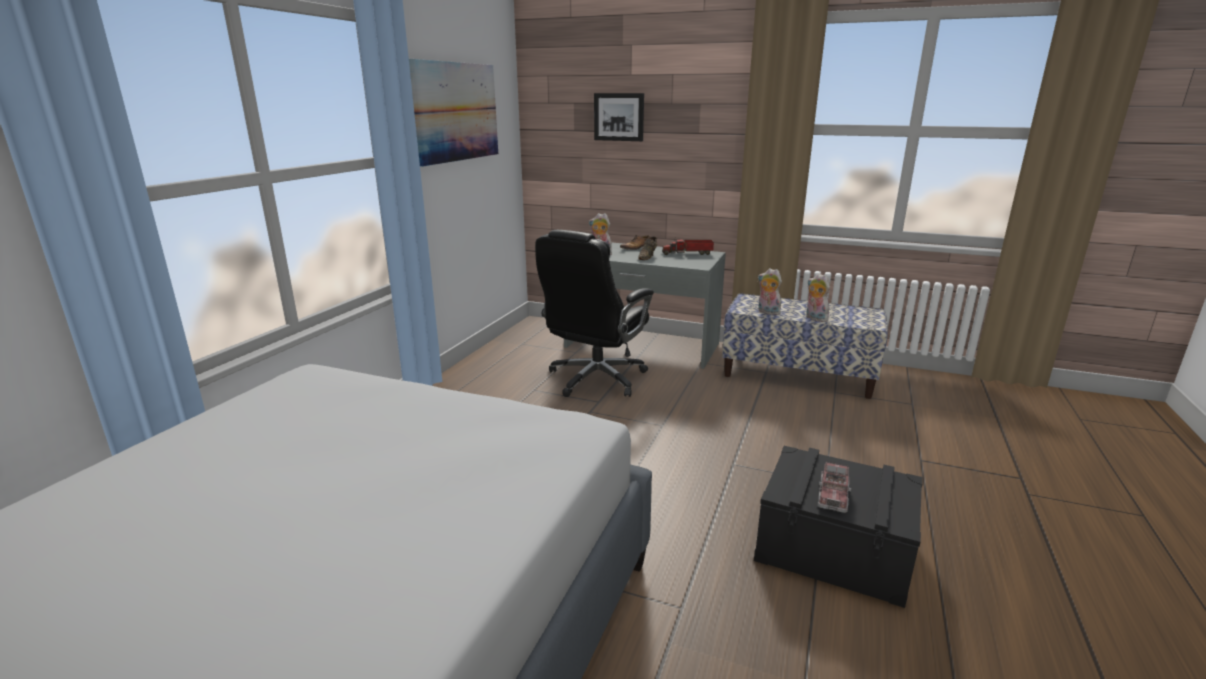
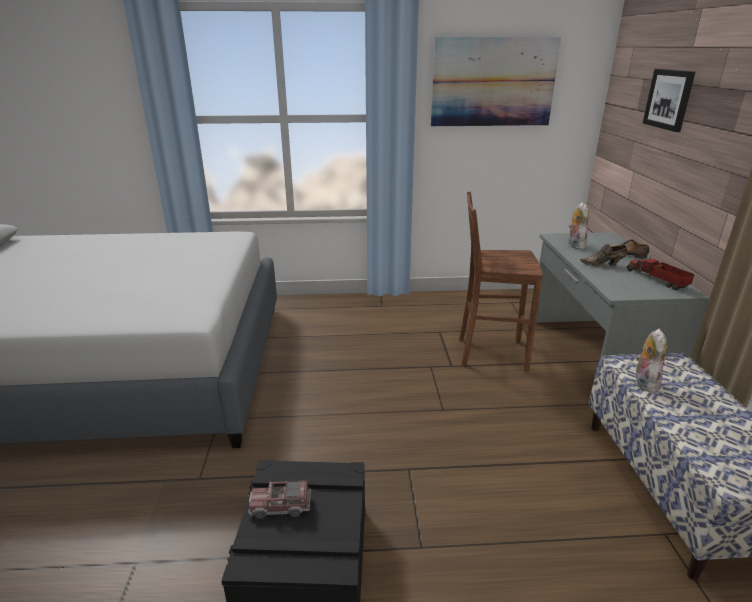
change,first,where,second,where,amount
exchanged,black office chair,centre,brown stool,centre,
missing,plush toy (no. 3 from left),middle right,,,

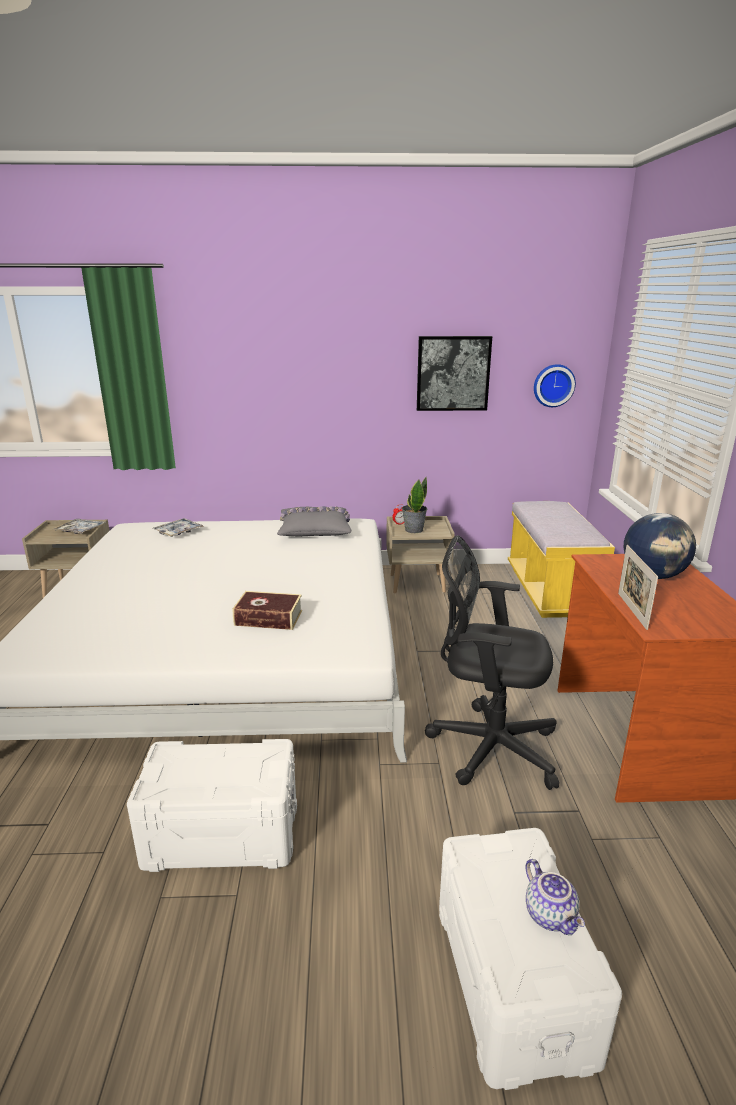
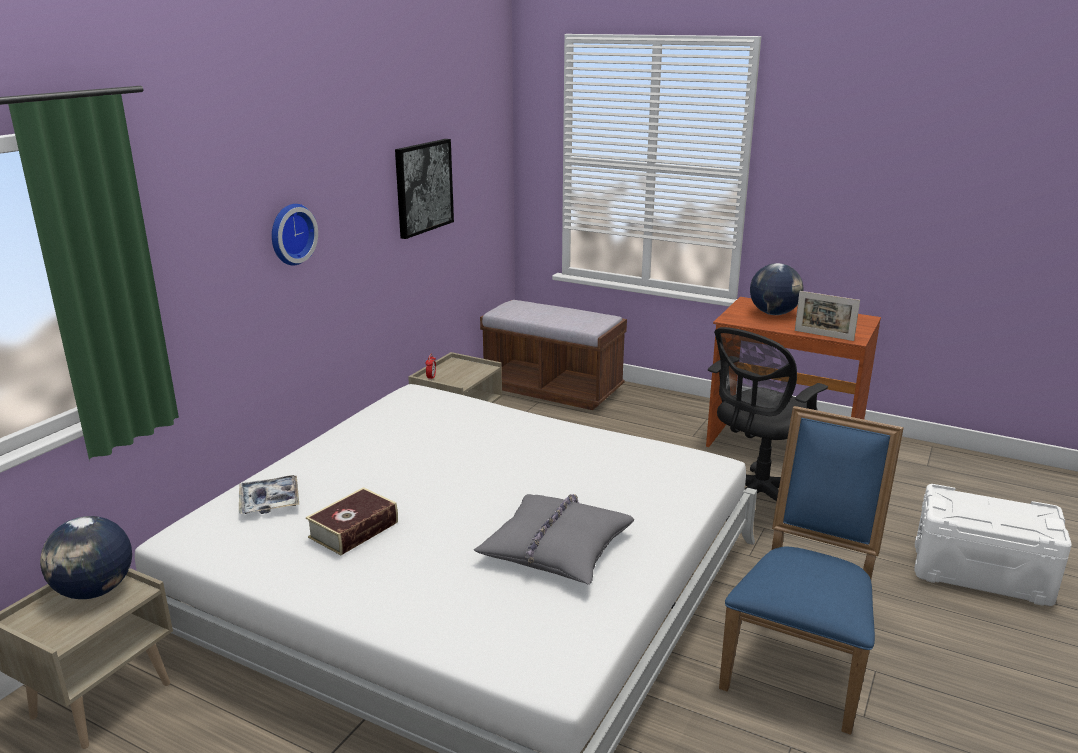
change,first,where,second,where,amount
relocated,wall clock,middle right,,top left,
missing,potted plant,centre,,,
colour,yellow bench,middle right,brown bench,centre,
relocated,grey pillow,centre,,bottom centre,
exchanged,tray (no. 1 from left),middle left,globe (no. 1 from left),bottom left,
relocated,book,centre,,bottom left,
exchanged,white storage box (no. 1 from left),bottom left,blue chair,bottom right,
missing,teapot,bottom right,,,

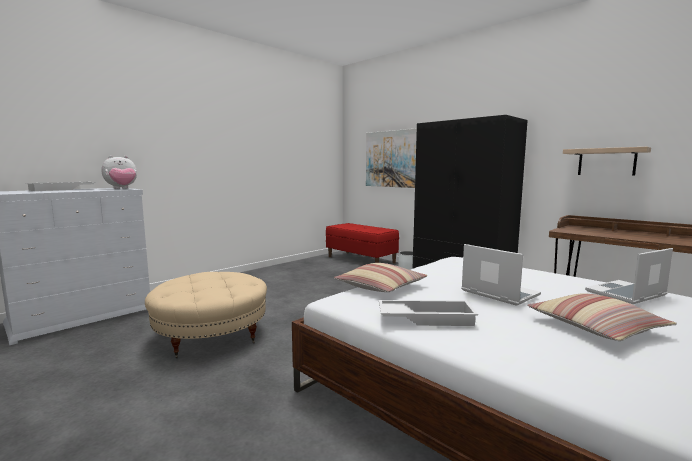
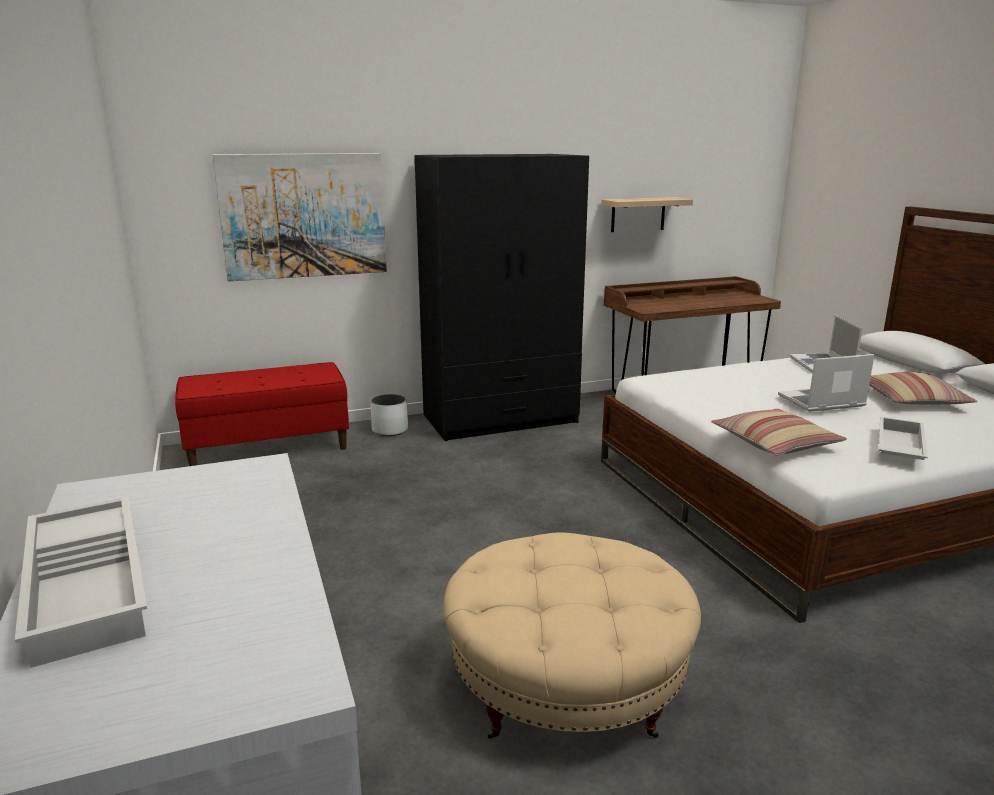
change,first,where,second,where,amount
missing,plush toy,middle left,,,

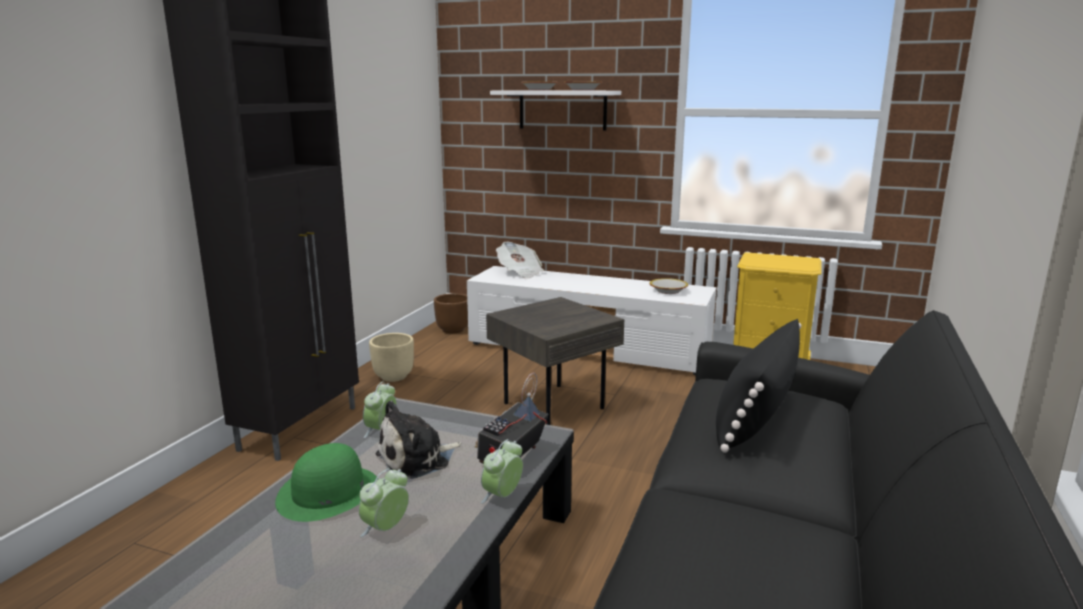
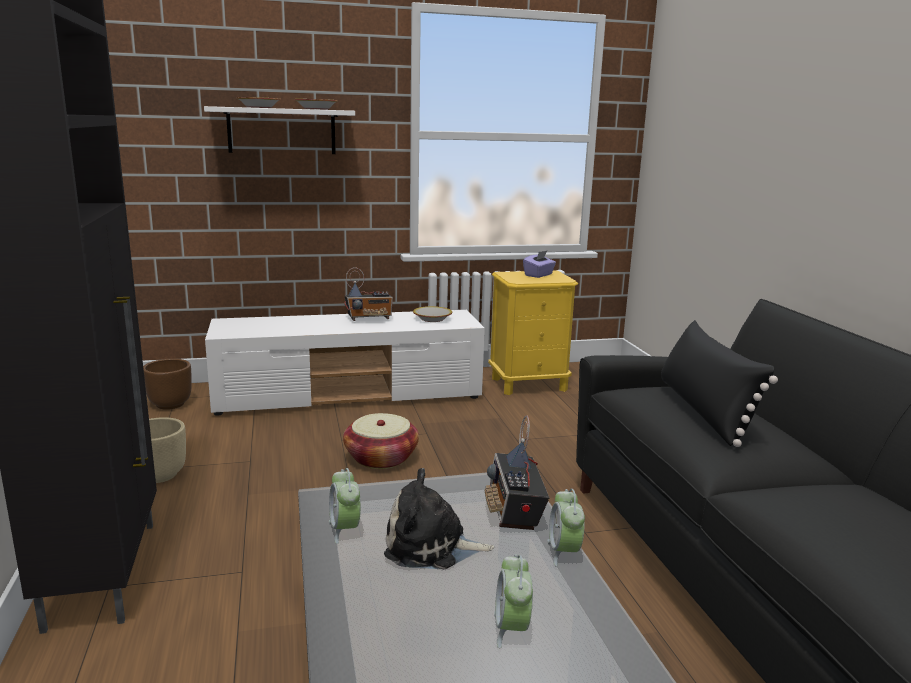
change,first,where,second,where,amount
missing,newspaper,centre,,,
exchanged,grey side table,centre,basket,centre,
spun,plush toy,bottom centre,,bottom centre,75 degrees clockwise
missing,green hat,bottom left,,,
appeared,,,purple tissue box,centre,
appeared,,,radio (no. 1 from left),centre,

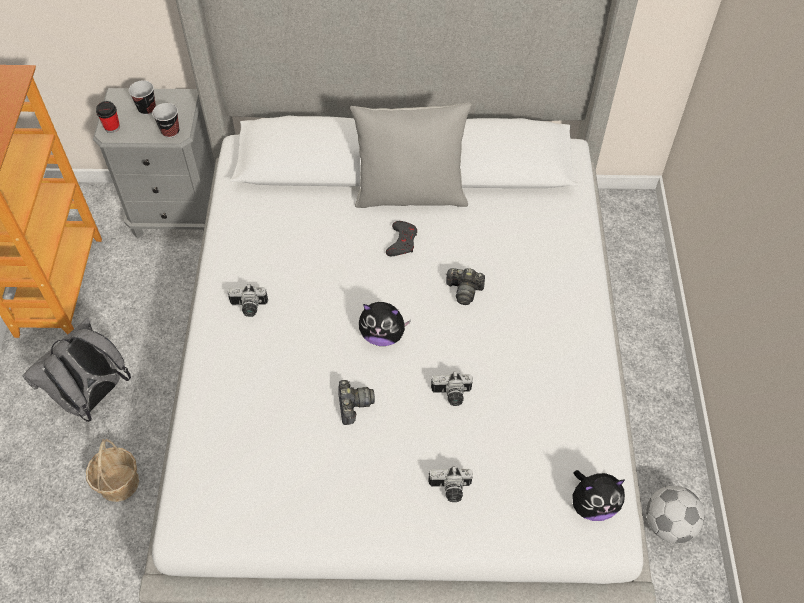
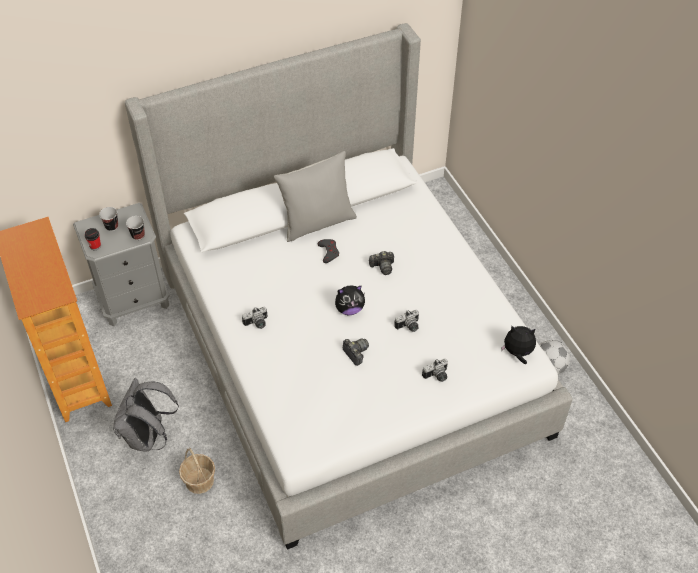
change,first,where,second,where,amount
spun,plush toy (no. 2 from left),bottom right,,middle right,135 degrees counterclockwise

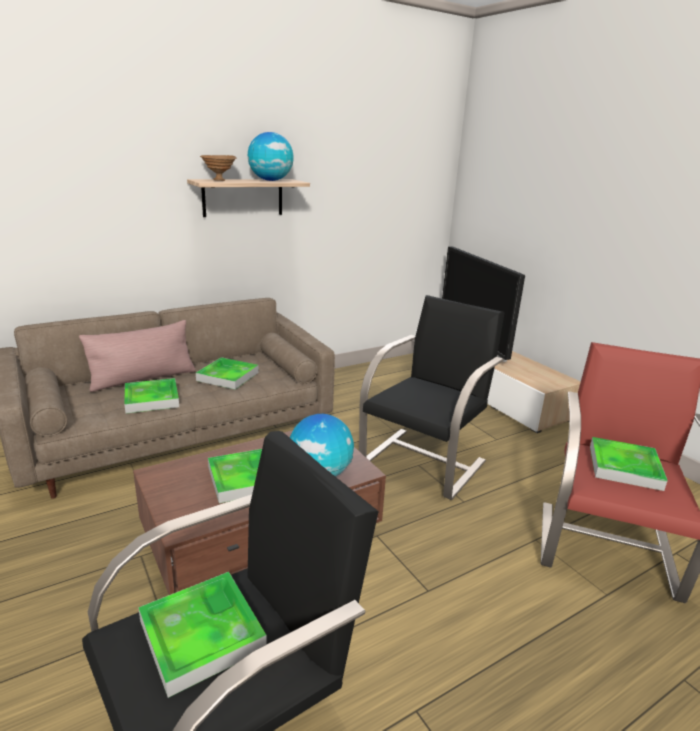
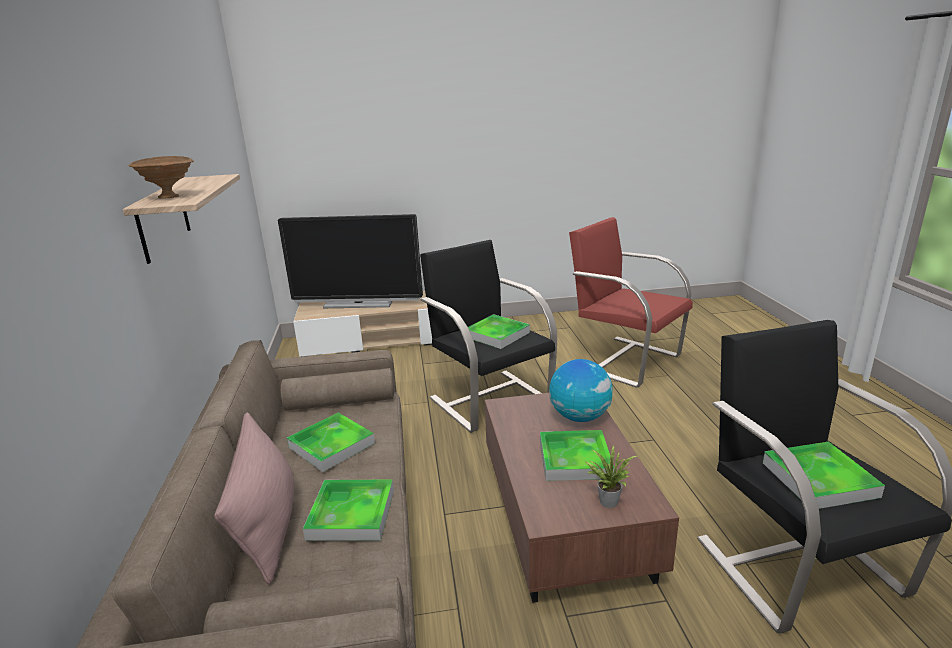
change,first,where,second,where,amount
missing,globe (no. 1 from left),top centre,,,
relocated,tray (no. 5 from left in the first image),middle right,tray (no. 3 from left),centre,
appeared,,,potted plant,bottom centre,

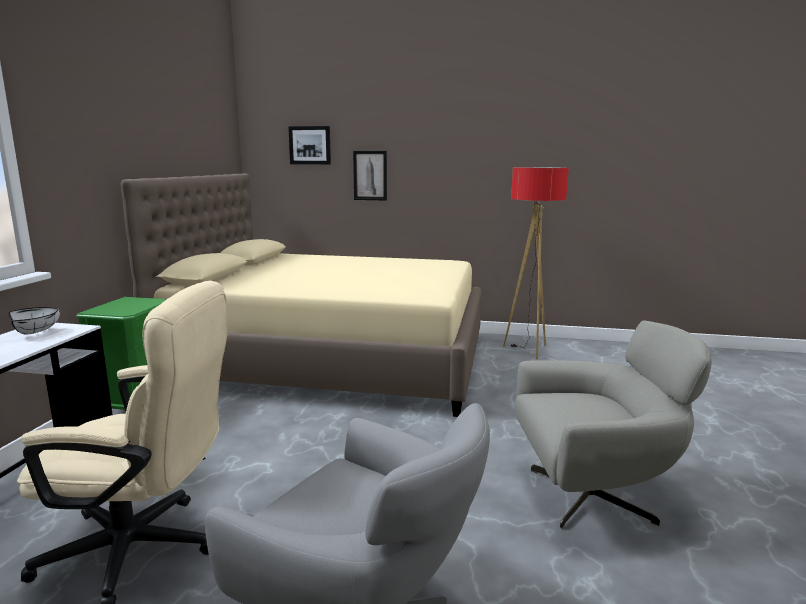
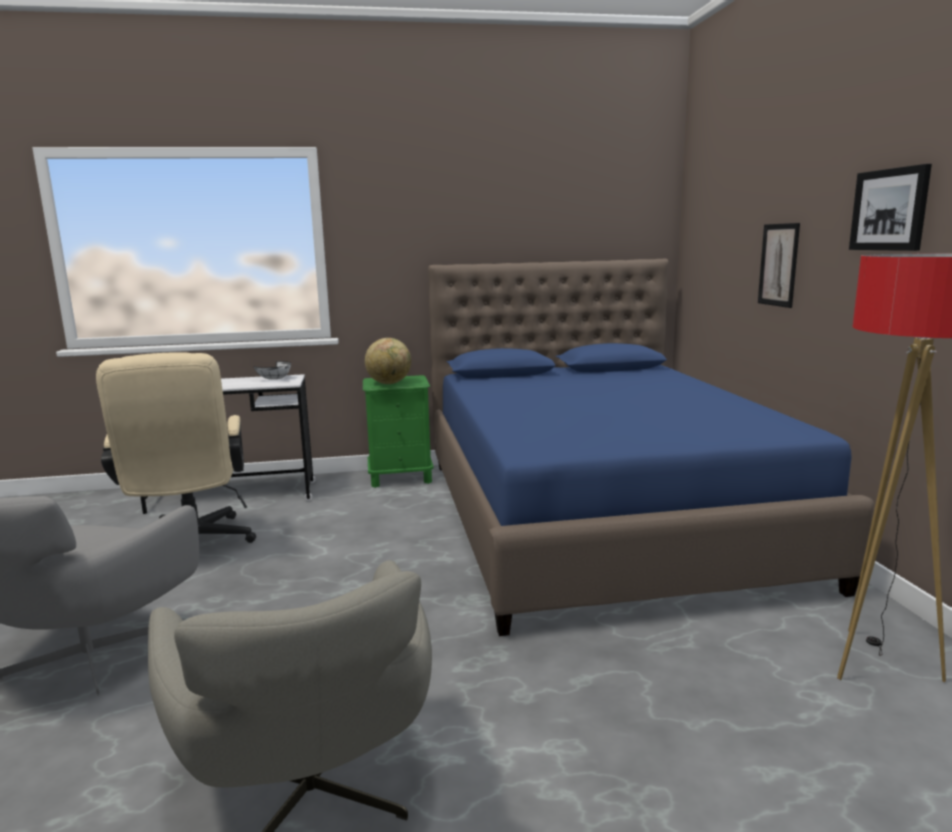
change,first,where,second,where,amount
relocated,picture (no. 1 from left in the first image),top centre,picture (no. 2 from left),top right,
colour,beige bed,centre,blue bed,middle right,
appeared,,,globe,centre,

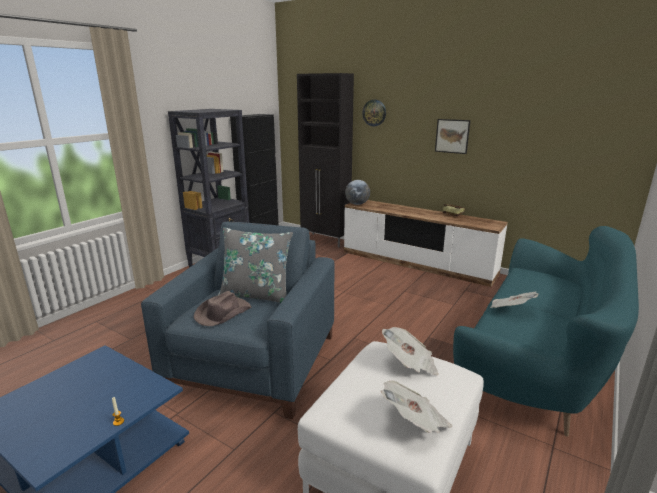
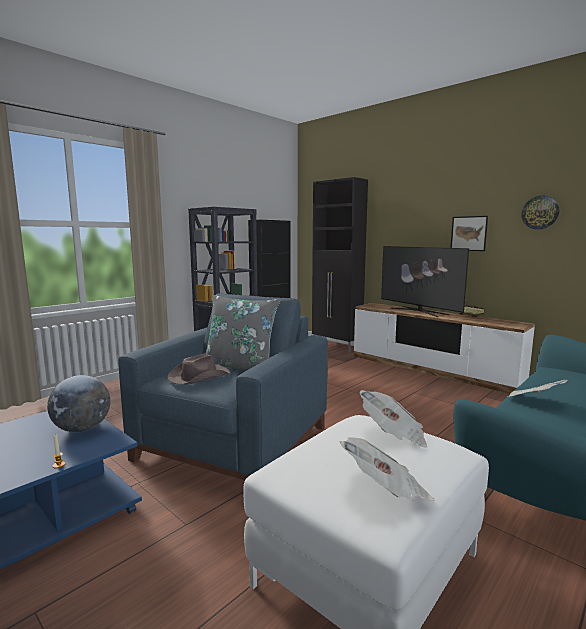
change,first,where,second,where,amount
relocated,wall clock,top centre,,middle right,
relocated,globe,centre,,middle left,
appeared,,,television,middle right,

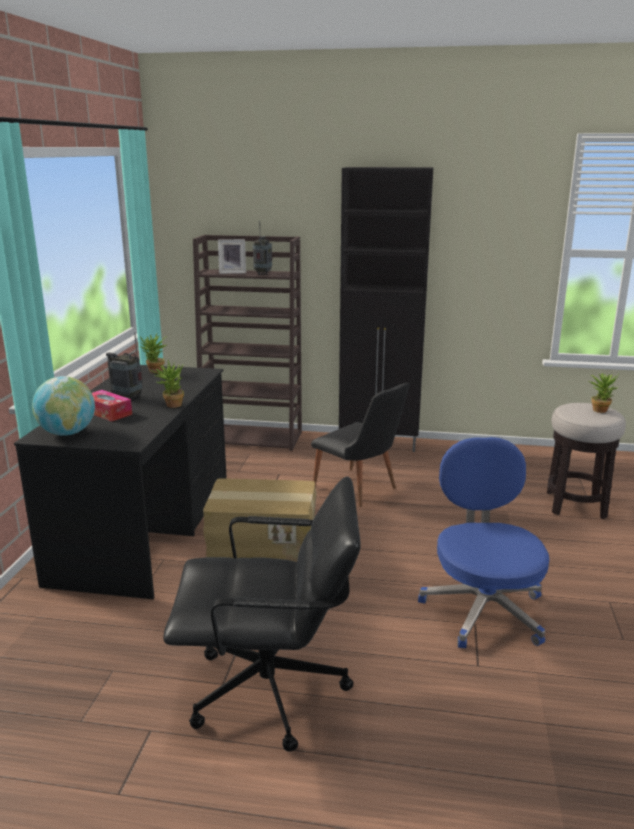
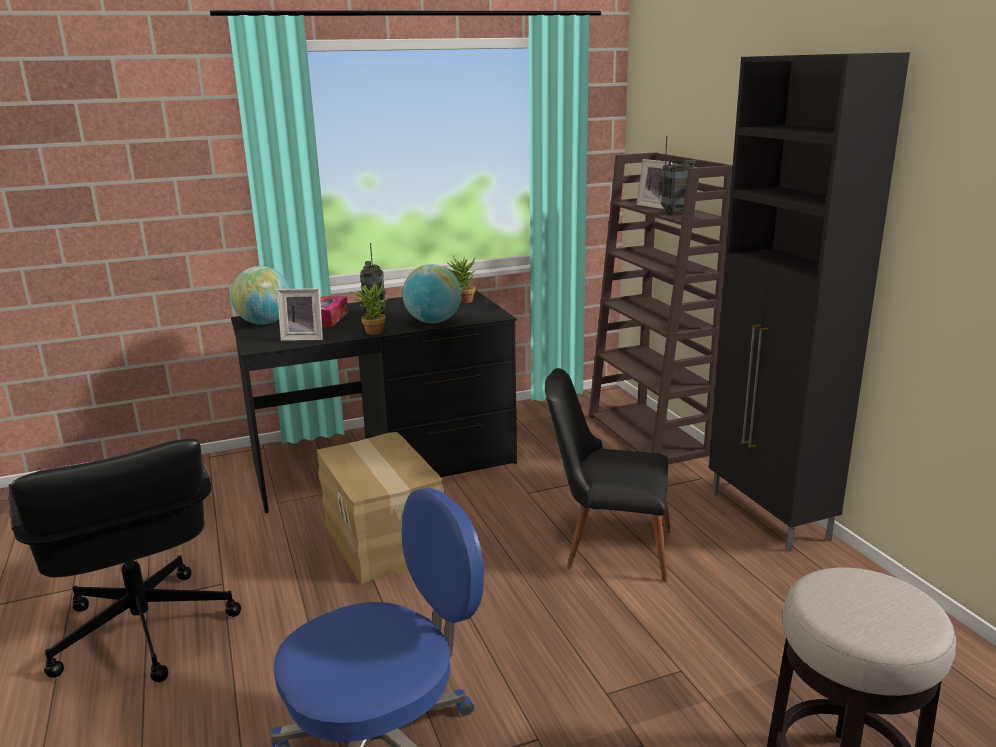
change,first,where,second,where,amount
missing,potted plant (no. 3 from left),middle right,,,
spun,black chair,centre,,centre,90 degrees clockwise
appeared,,,globe (no. 2 from left),centre,
appeared,,,picture frame (no. 1 from left),middle left,

